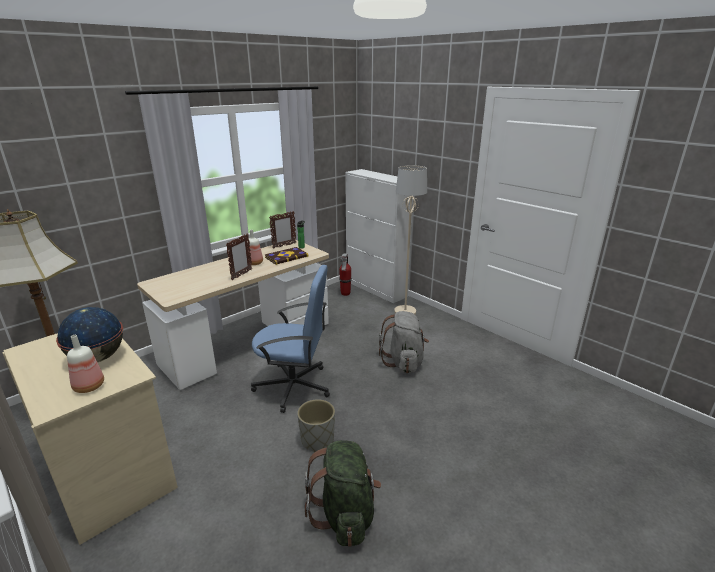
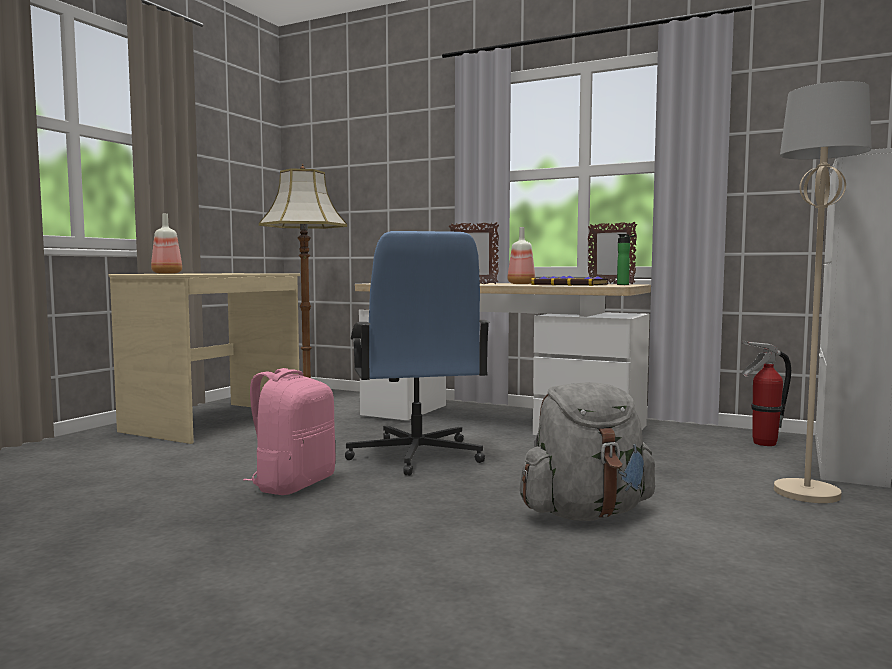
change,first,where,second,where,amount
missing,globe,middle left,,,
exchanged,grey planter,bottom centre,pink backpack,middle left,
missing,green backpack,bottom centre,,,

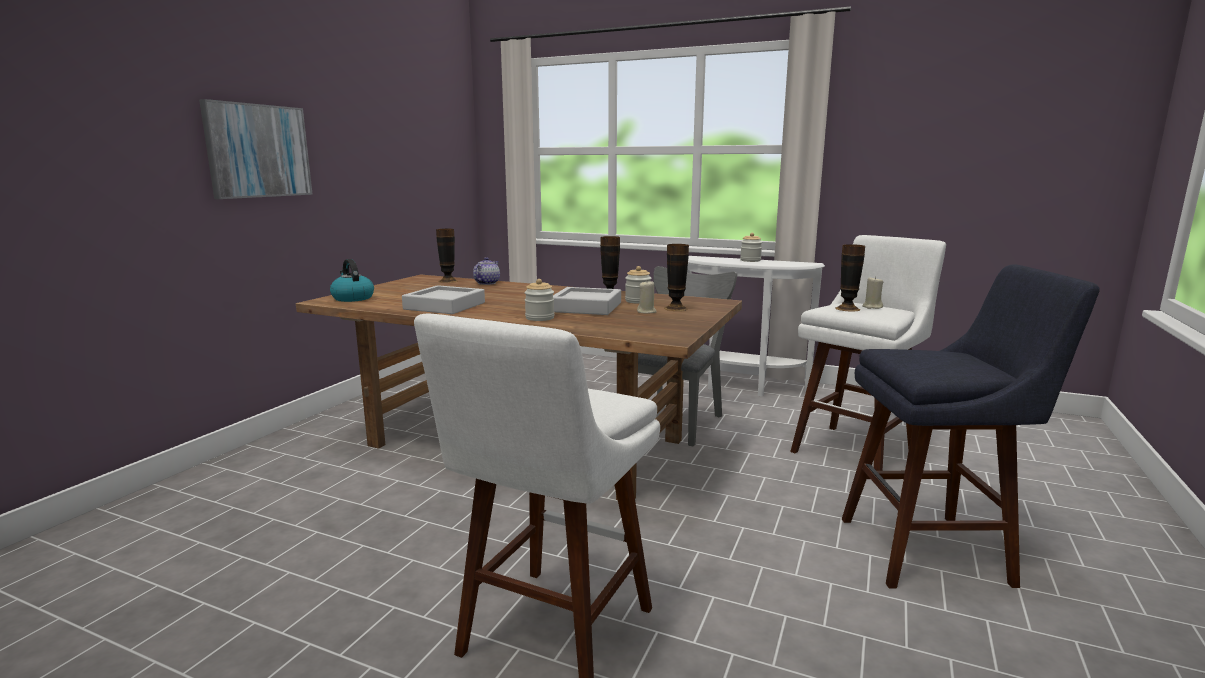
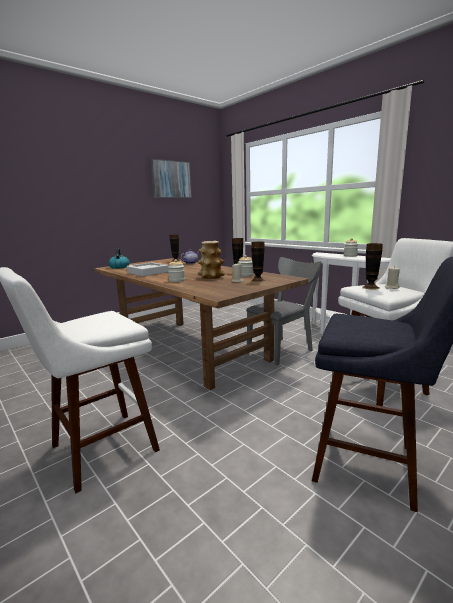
change,first,where,second,where,amount
relocated,picture,top left,,top centre,
exchanged,grey tray (no. 2 from left),centre,vase (no. 2 from left),centre,

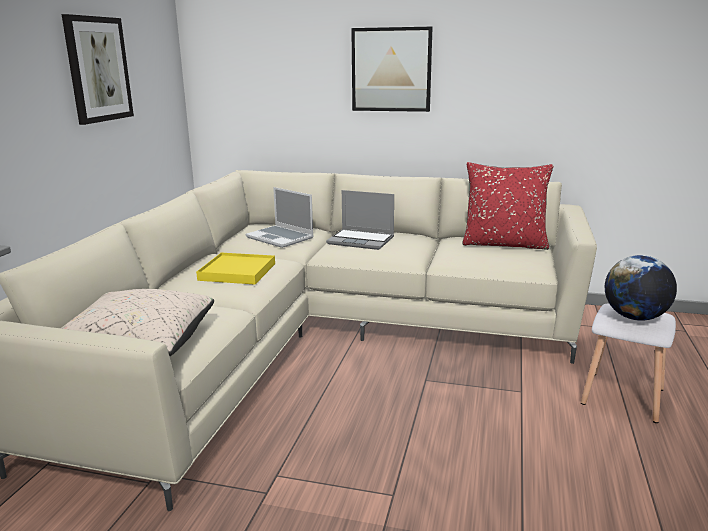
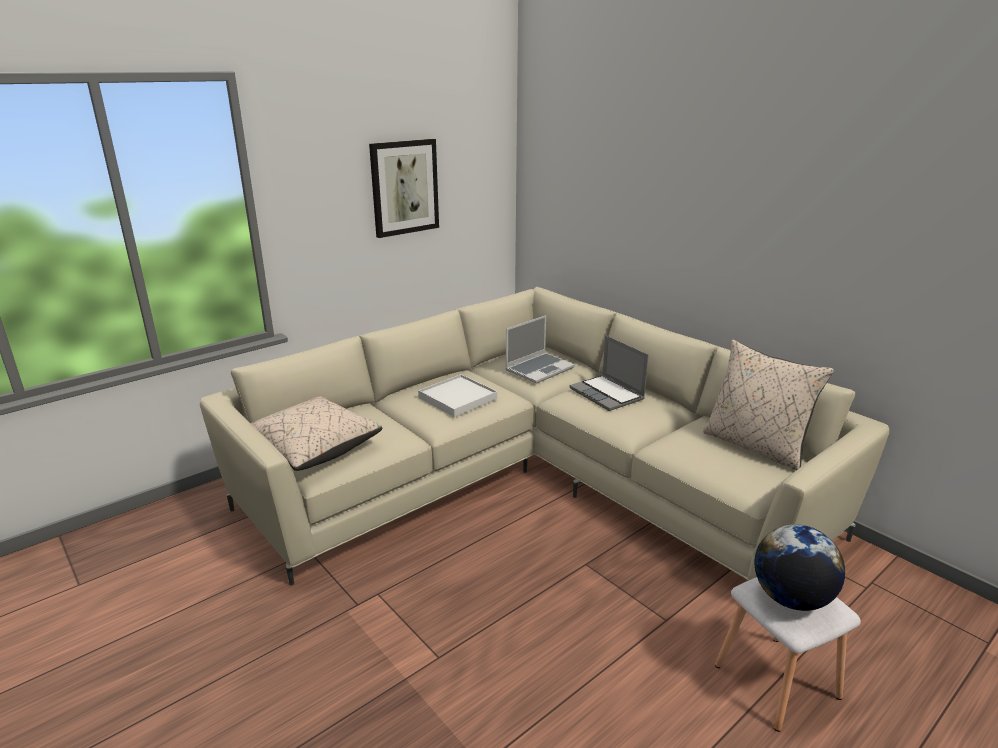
change,first,where,second,where,amount
missing,picture (no. 2 from left),top centre,,,
colour,red pillow,middle right,beige pillow (no. 2 from left),middle right,
spun,laptop (no. 1 from left),centre,,centre,120 degrees counterclockwise
colour,yellow tray,middle left,white tray,centre,

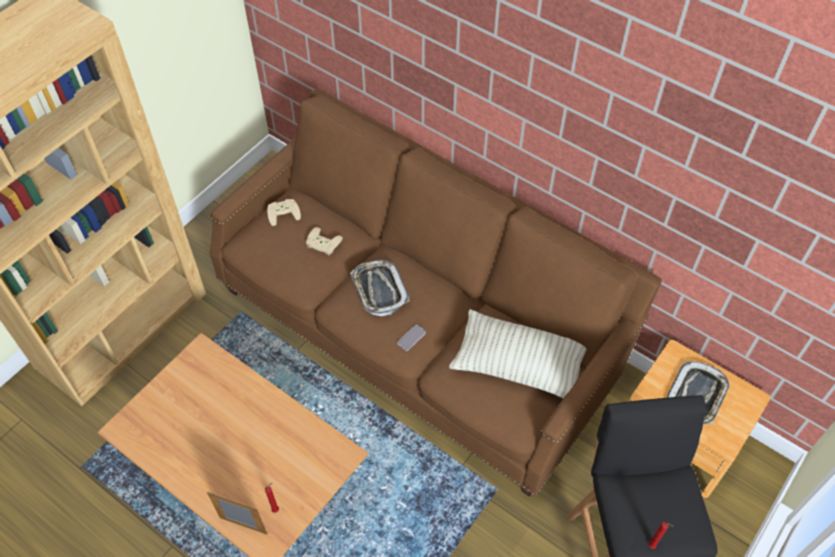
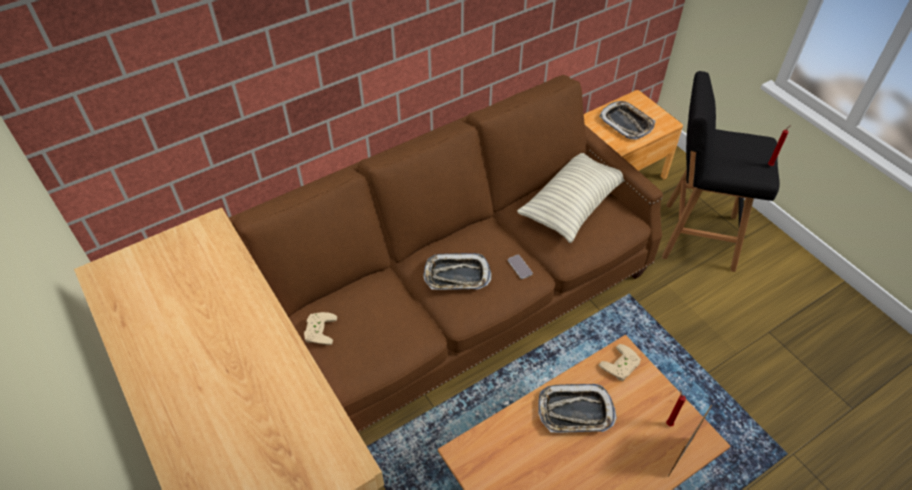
change,first,where,second,where,amount
relocated,beige game controller (no. 2 from left),centre,,bottom right,
appeared,,,tray (no. 2 from left),bottom centre,

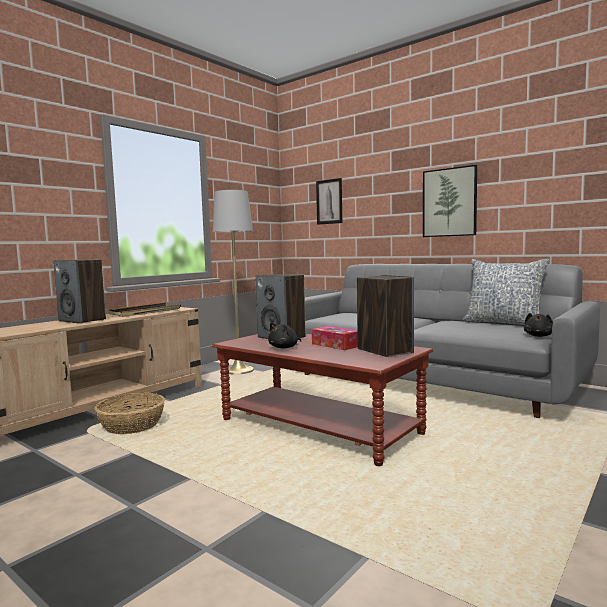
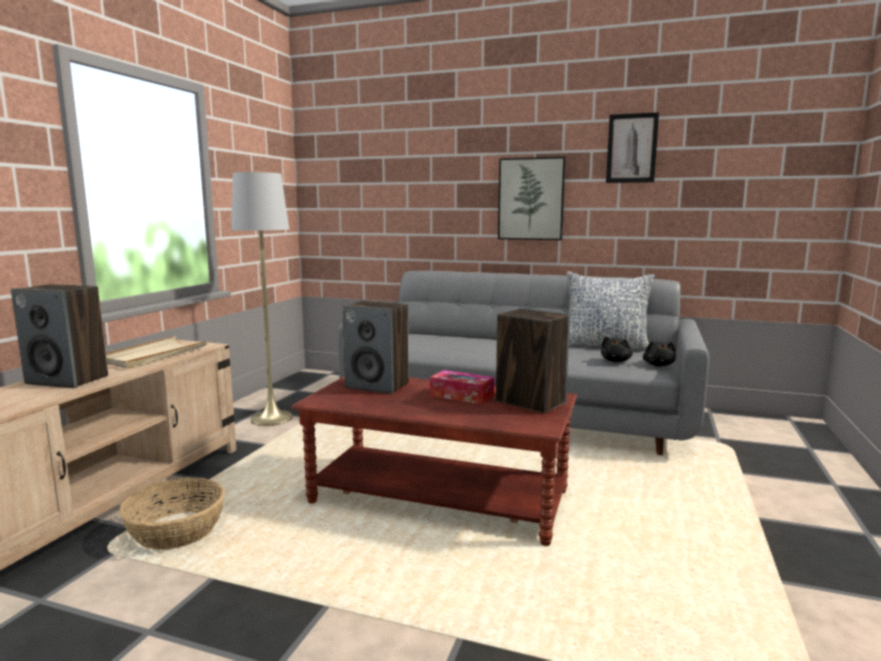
change,first,where,second,where,amount
relocated,picture (no. 1 from left in the first image),top centre,picture (no. 2 from left),top right,
colour,black tray,middle left,beige tray,middle left,
relocated,black plush toy (no. 1 from left),centre,,middle right,

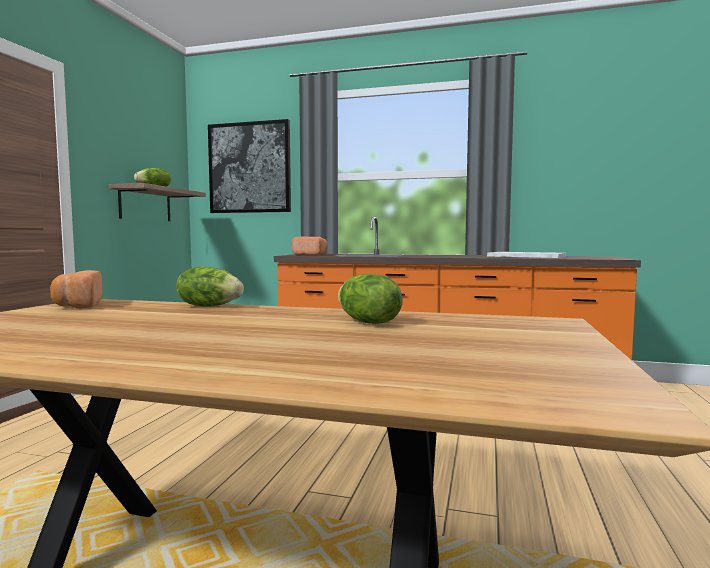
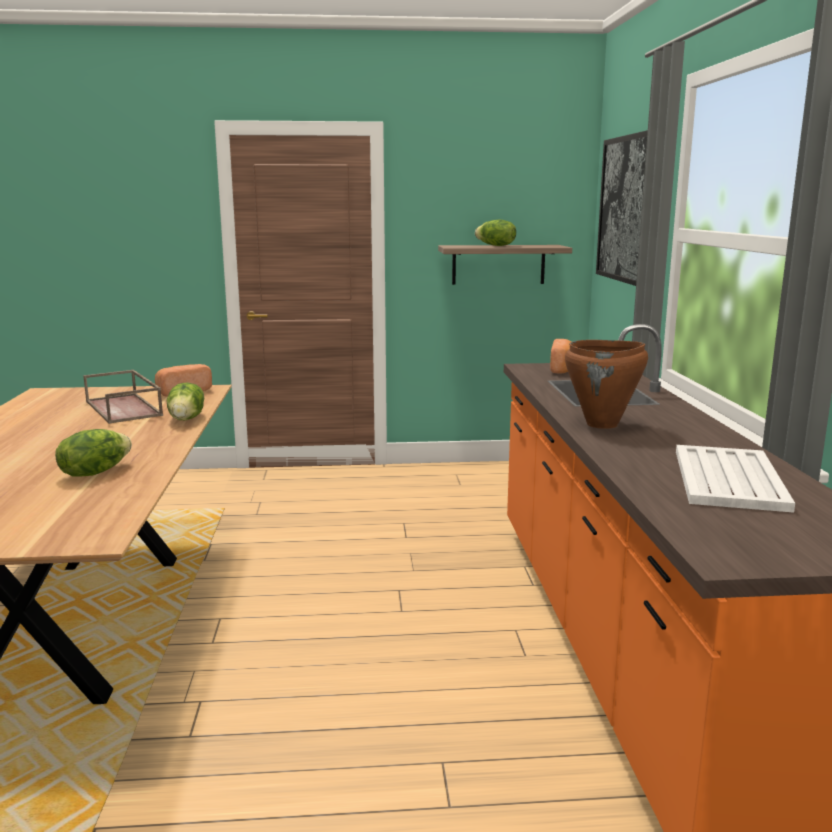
change,first,where,second,where,amount
appeared,,,brown cooking pot,middle right,
appeared,,,brown tray,middle left,

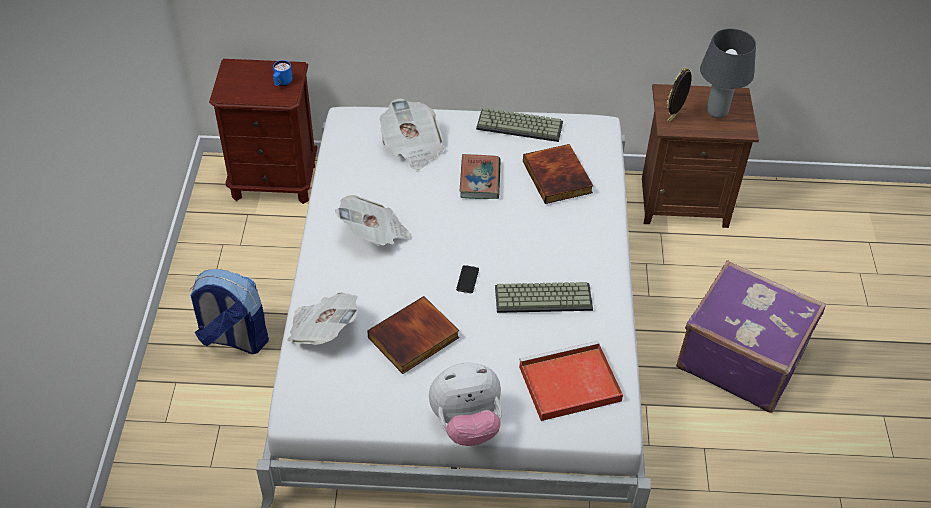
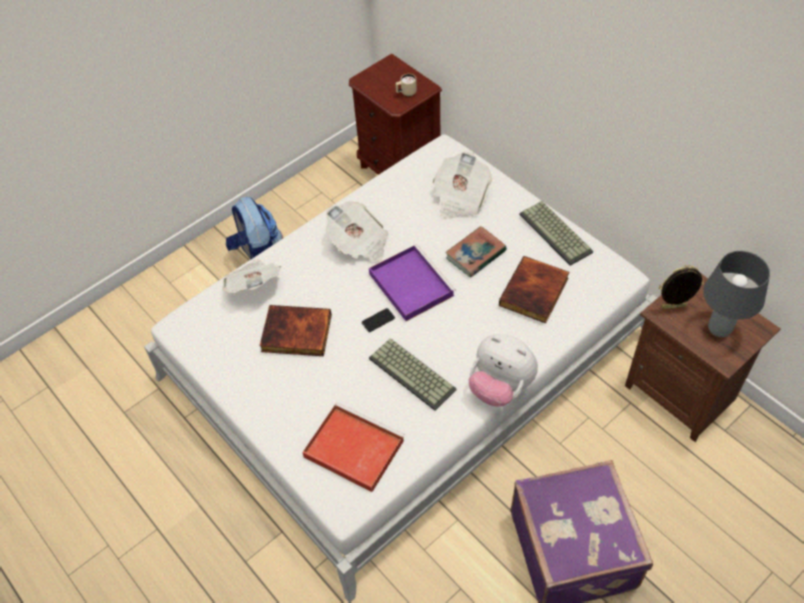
change,first,where,second,where,amount
colour,blue mug,top left,beige mug,top centre,
relocated,plush toy,bottom centre,,centre,
appeared,,,purple tray,centre,

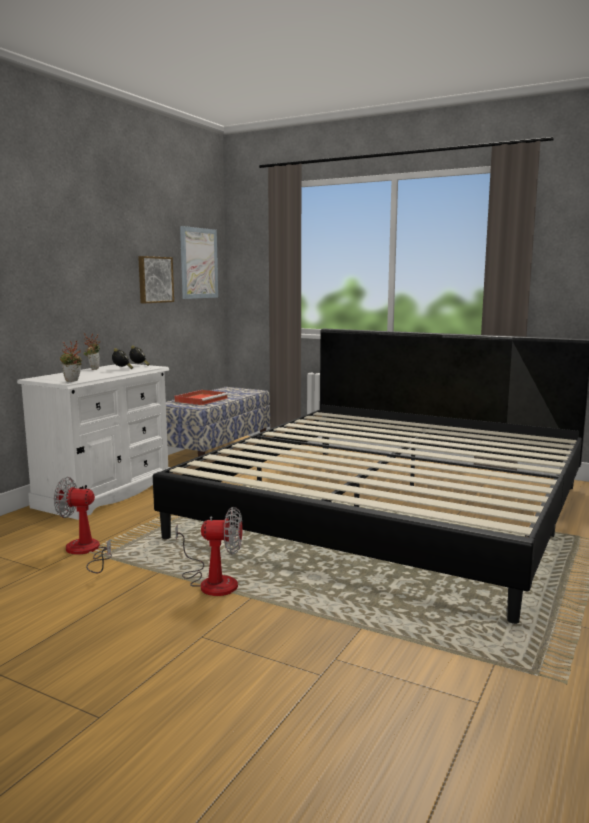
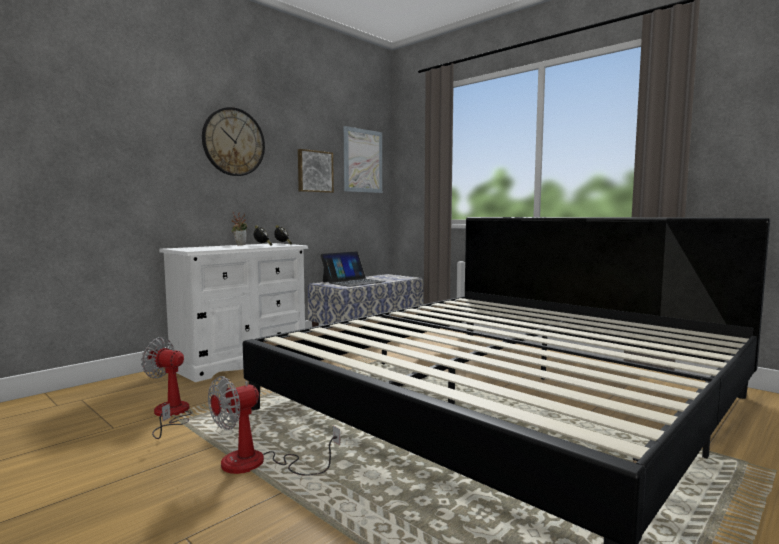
change,first,where,second,where,amount
missing,potted plant (no. 1 from left),middle left,,,
exchanged,red tray,centre,laptop,centre,
spun,fan (no. 2 from left),bottom centre,,bottom centre,120 degrees clockwise
appeared,,,wall clock,top left,

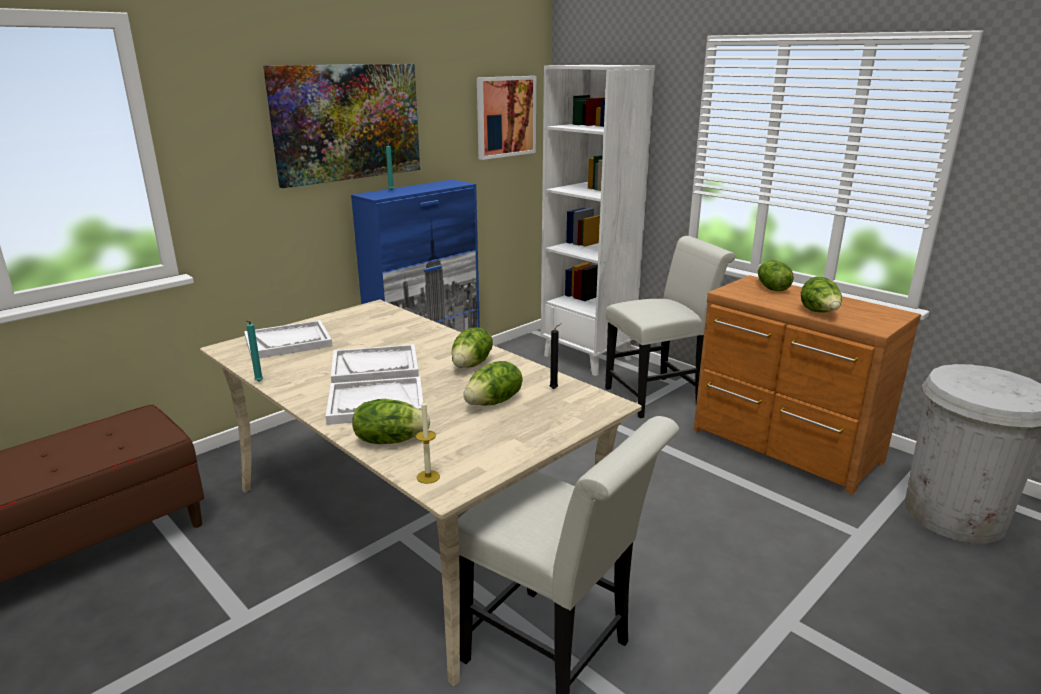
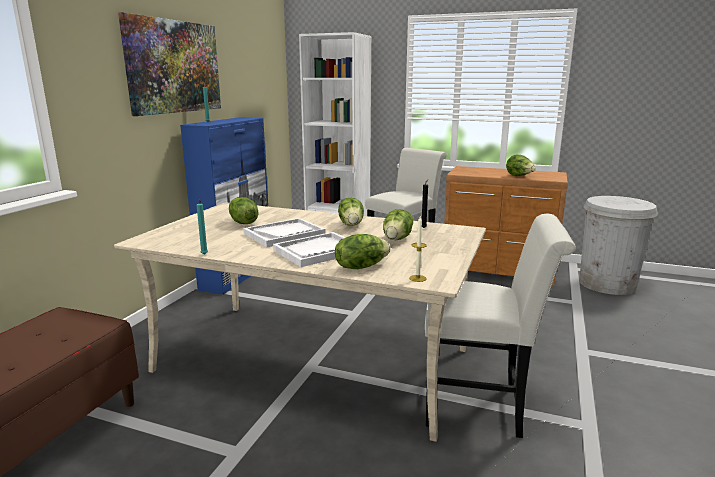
change,first,where,second,where,amount
missing,picture (no. 2 from left),top centre,,,
relocated,lettuce (no. 4 from left in the first image),middle right,lettuce (no. 1 from left),centre,
missing,white tray (no. 1 from left),middle left,,,

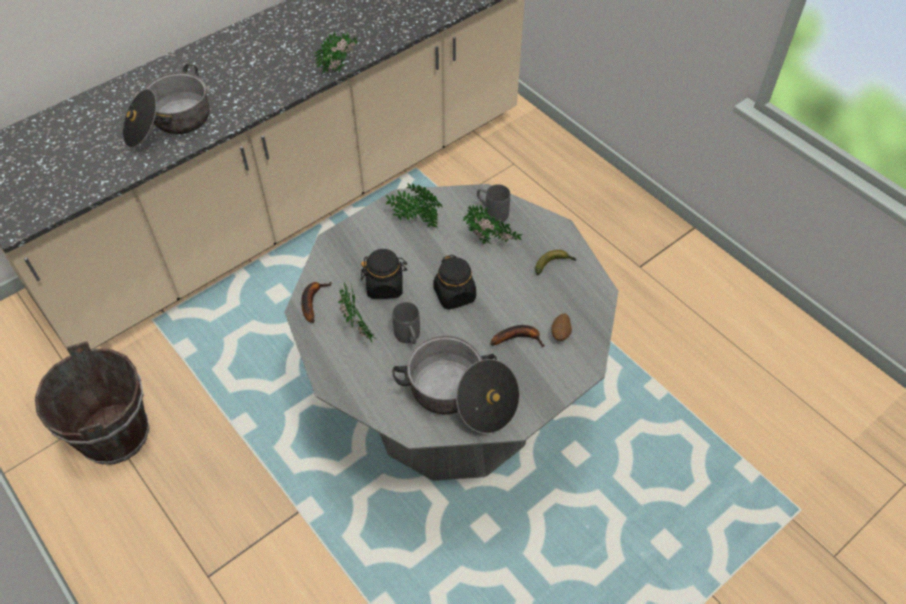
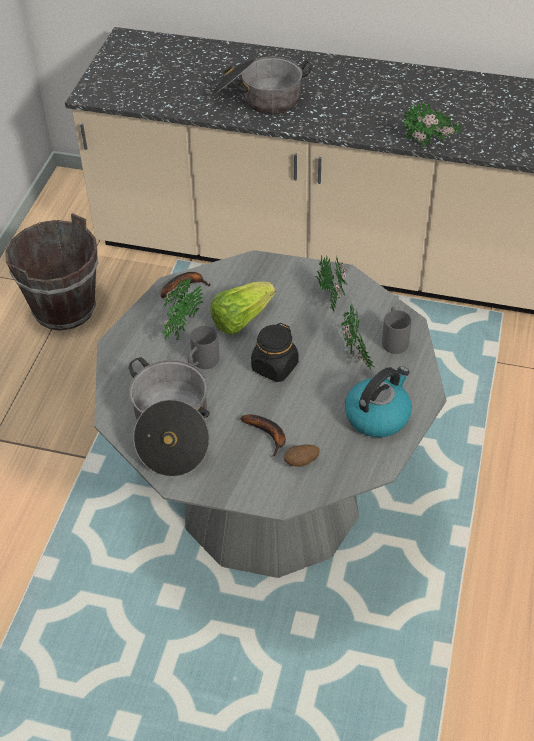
change,first,where,second,where,amount
exchanged,black jar (no. 1 from left),centre,lettuce,centre,
exchanged,banana (no. 3 from left),centre,kettle,middle right,

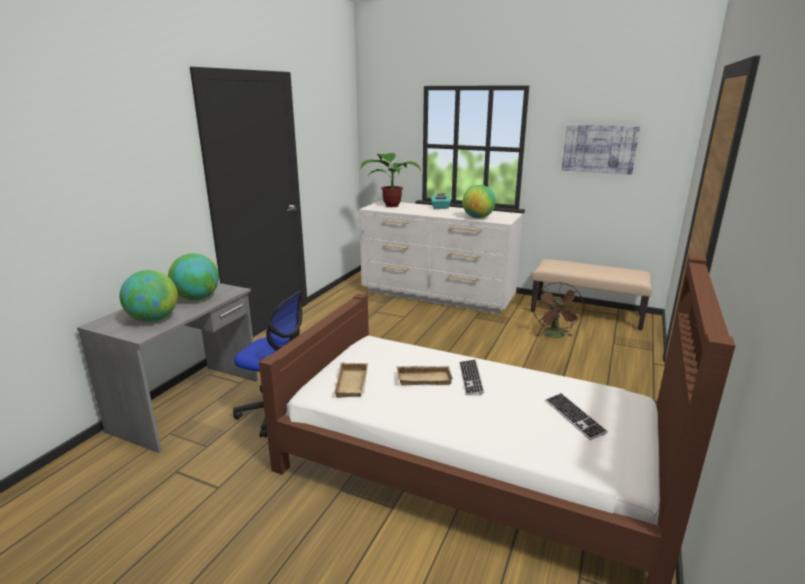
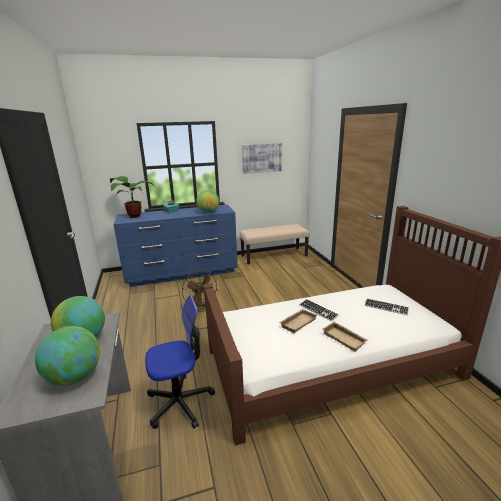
change,first,where,second,where,amount
colour,white dresser,centre,blue dresser,centre,
relocated,brown fan,middle right,,centre,
relocated,beige tray (no. 1 from left in the first image),centre,beige tray (no. 2 from left),bottom right,

